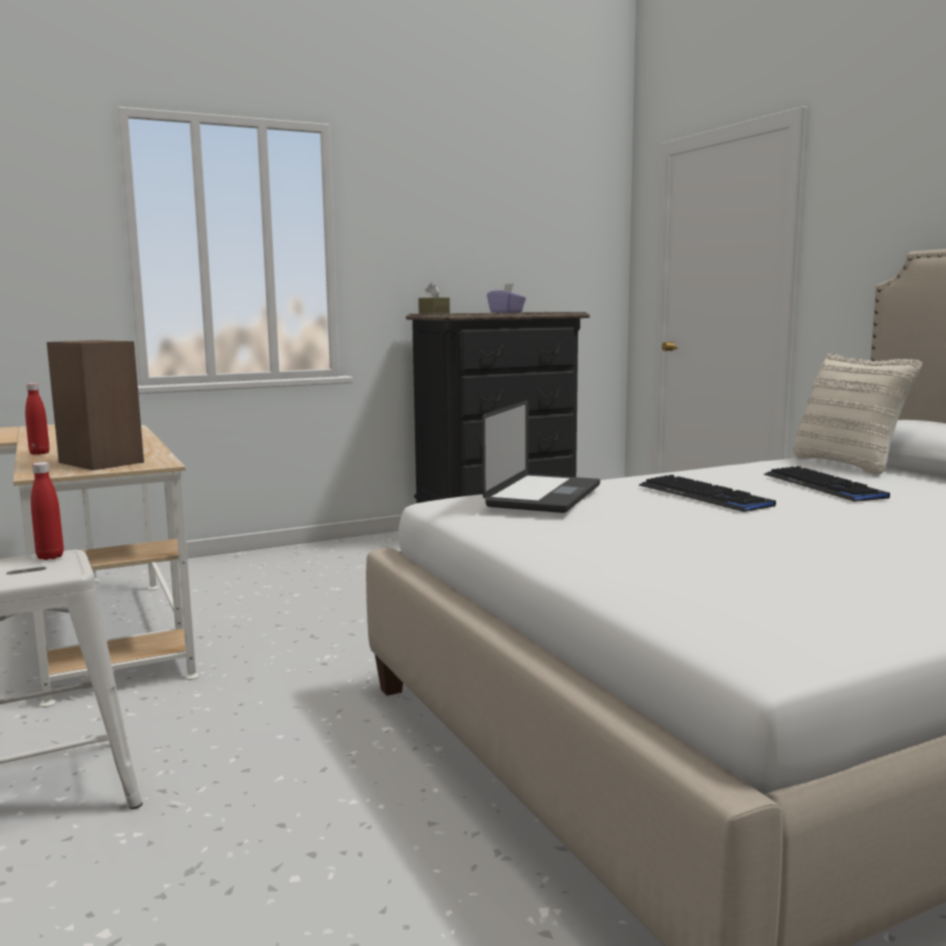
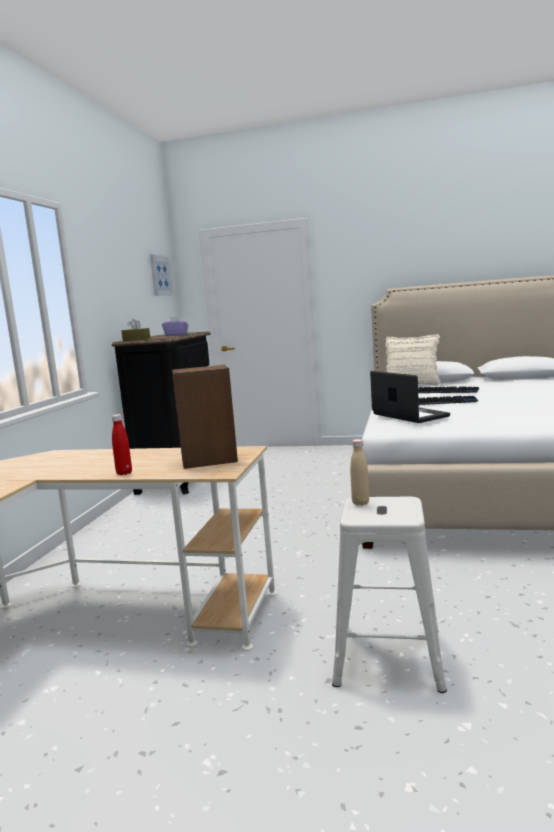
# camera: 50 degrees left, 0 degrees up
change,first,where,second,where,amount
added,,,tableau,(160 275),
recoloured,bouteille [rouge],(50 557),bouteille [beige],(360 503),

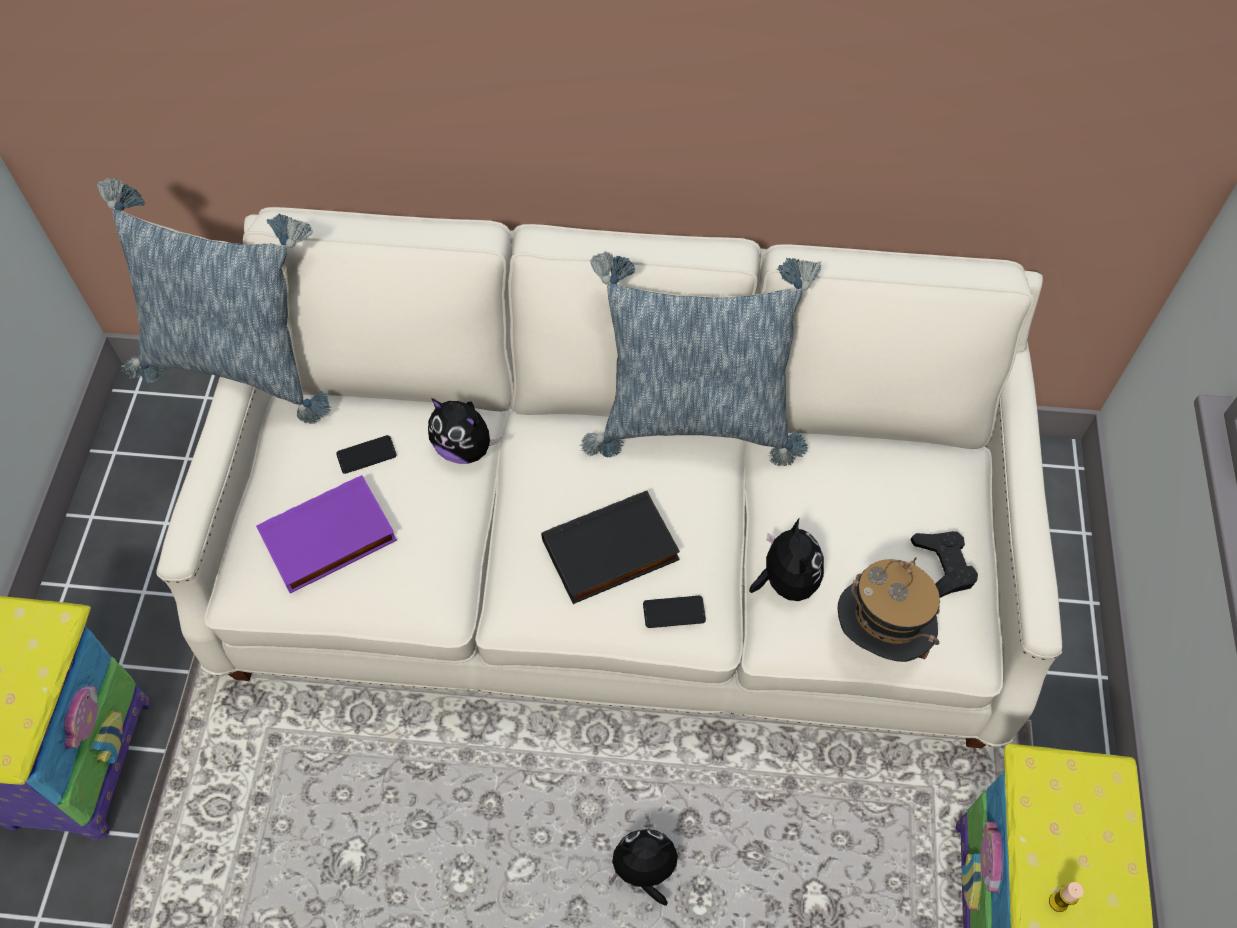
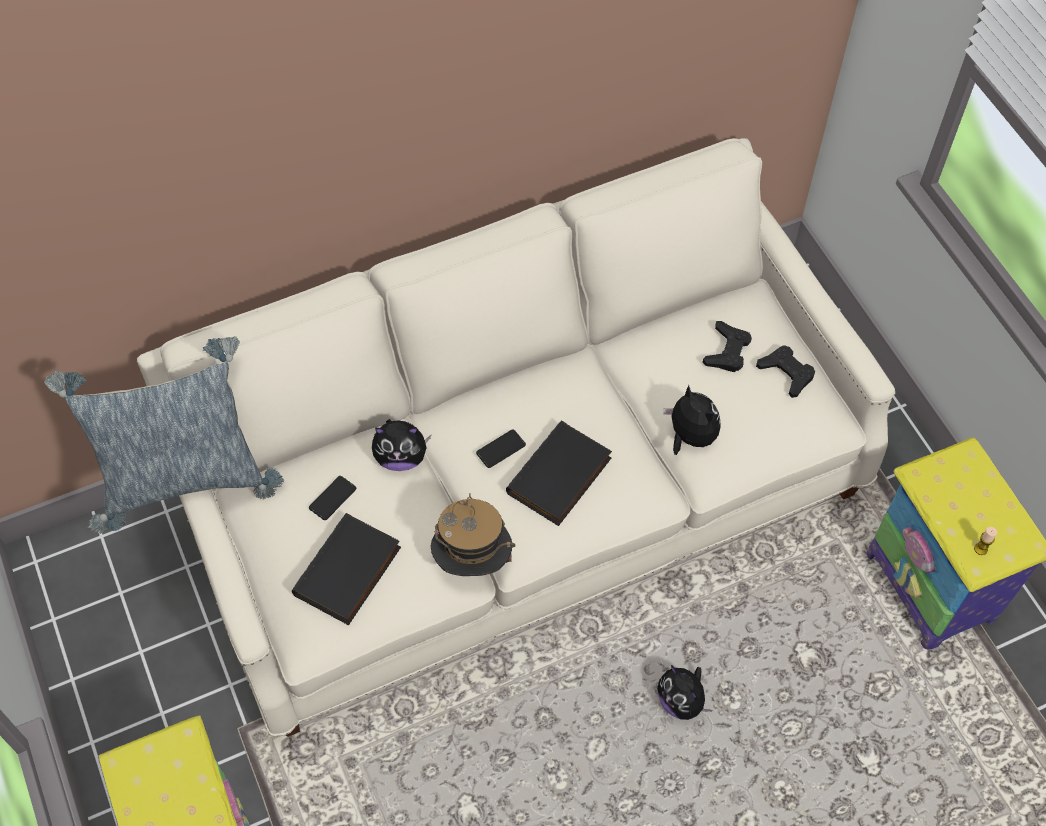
# camera: 30 degrees left, 0 degrees up
change,first,where,second,where,amount
recoloured,livre [violet],(329 540),livre [noir],(349 573),
moved,chapeau,(878 638),,(473 562),
moved,téléphone,(674 612),,(501 449),
turned,peluche,(644 871),,(681 701),90 degrees counterclockwise
added,,,manette [noir],(727 351),
removed,coussin,(693 427),,,

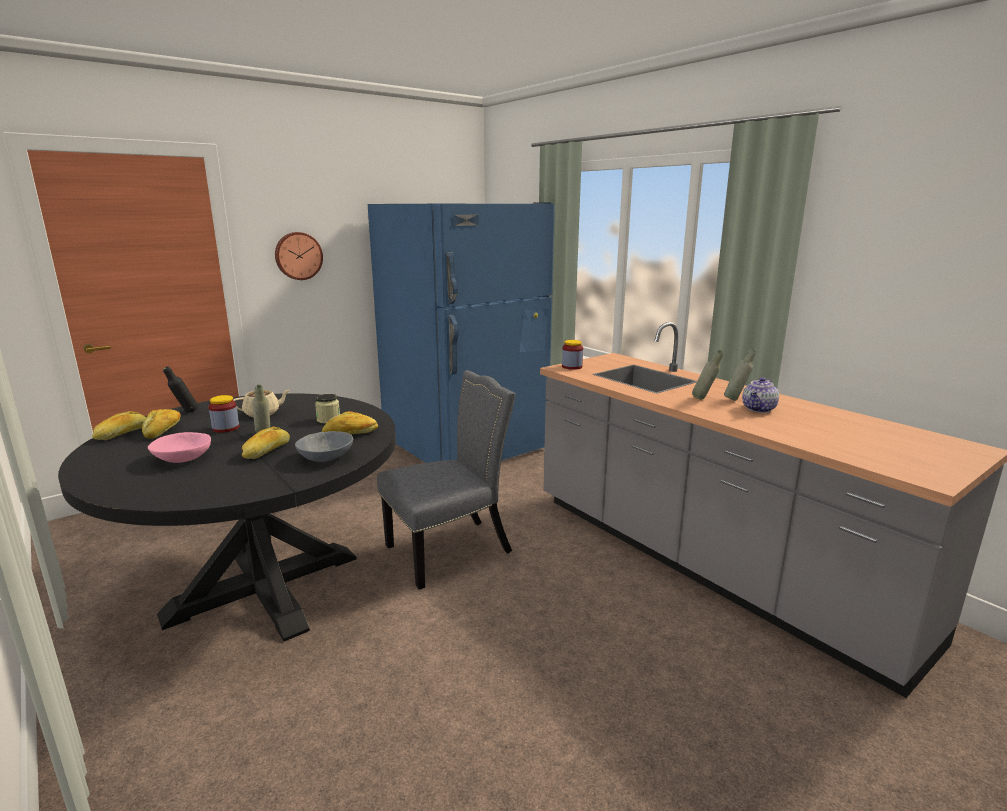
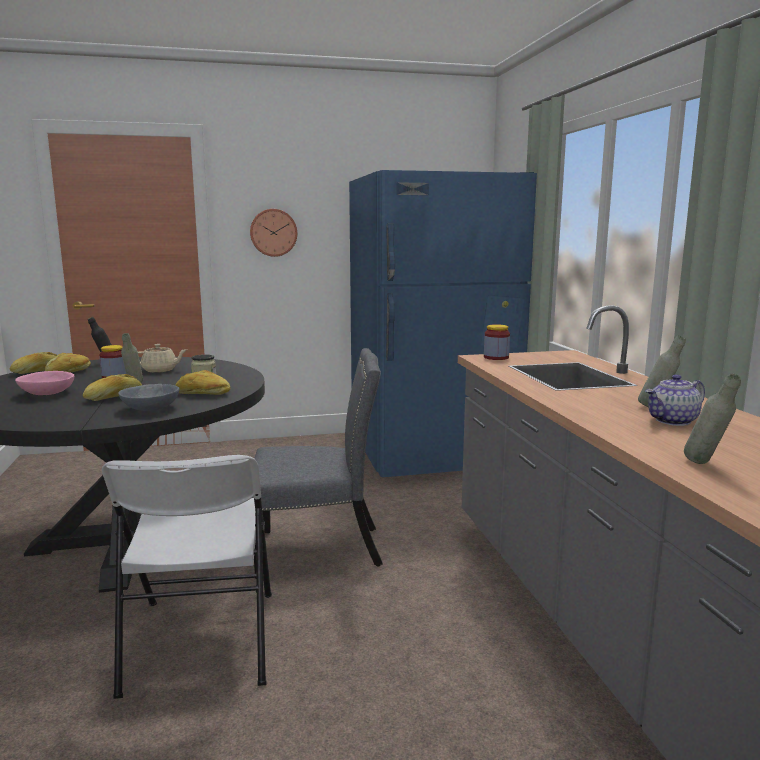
# camera: 25 degrees right, 5 degrees down
change,first,where,second,where,amount
added,,,chaise [blanc],(201 641),
moved,bouteille [gris],(704 399),,(706 465),

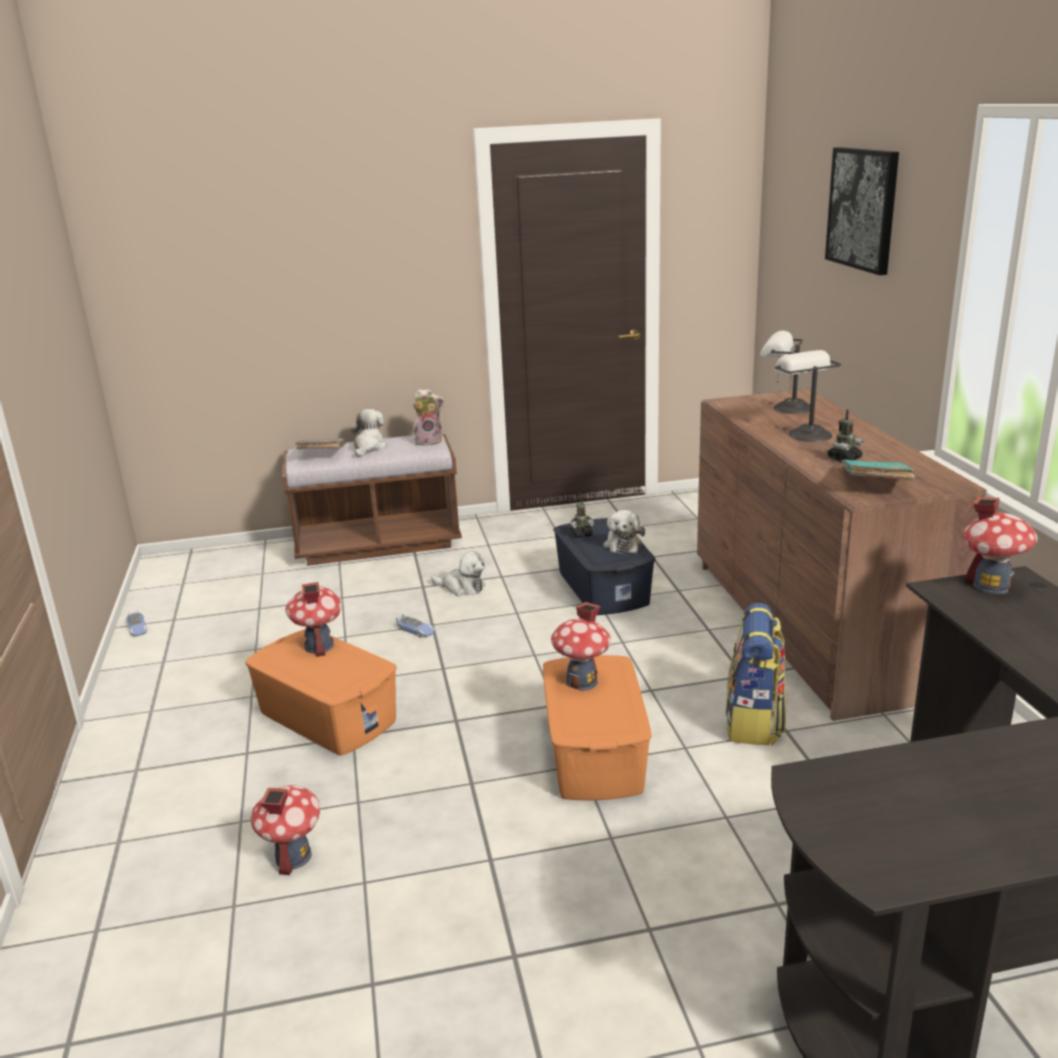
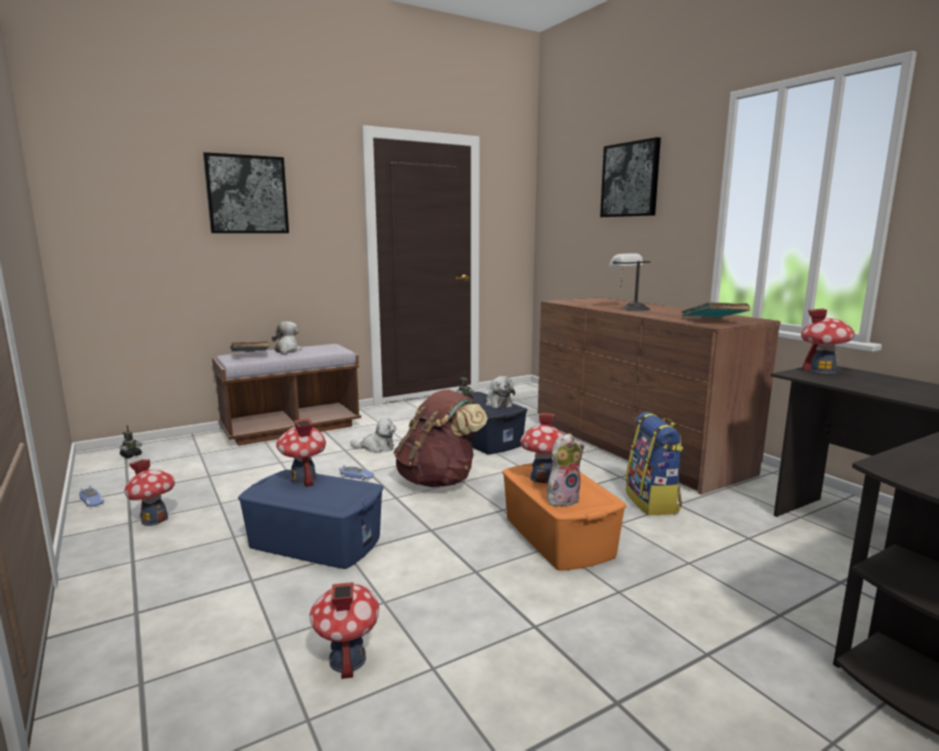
# camera: 20 degrees left, 10 degrees down
change,first,where,second,where,amount
moved,robot jouet,(844 459),,(131 455),
added,,,maison miniature,(154 519),
added,,,tableau,(247 194),
recoloured,boîte de rangement [orange],(328 716),boîte de rangement [bleu],(315 541),
added,,,sac à dos [marron],(439 480),
moved,peluche,(429 441),,(562 499),
removed,lampe de table,(784 408),,,

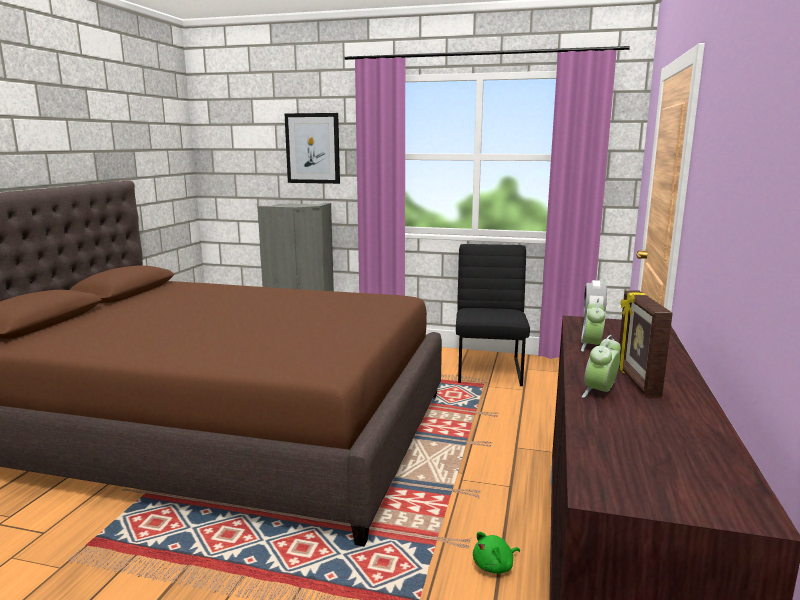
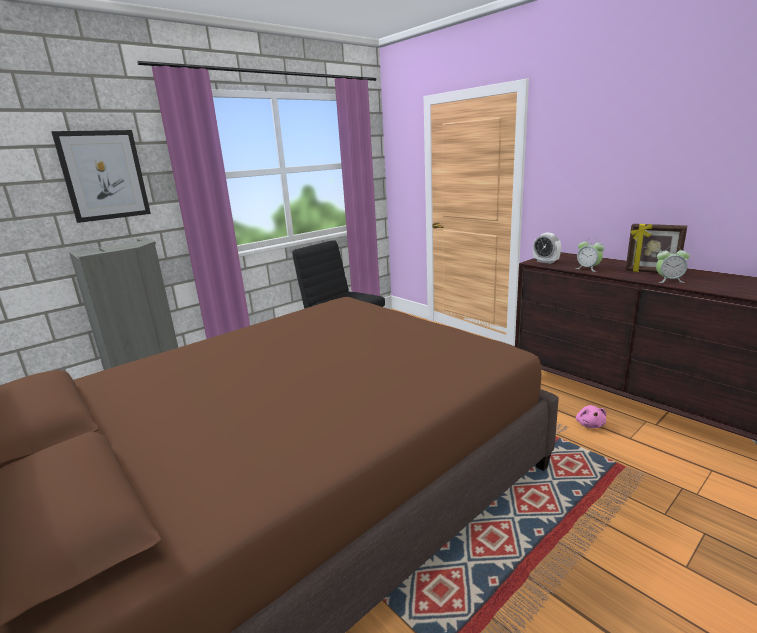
# camera: 55 degrees left, 5 degrees up
change,first,where,second,where,amount
recoloured,peluche [vert],(495 566),peluche [rose],(590 424),
turned,réveil,(600 393),,(669 280),60 degrees counterclockwise

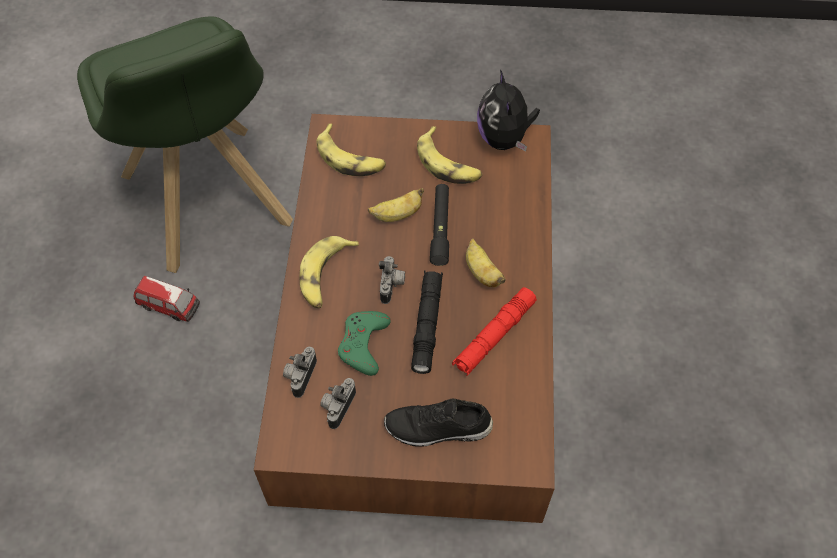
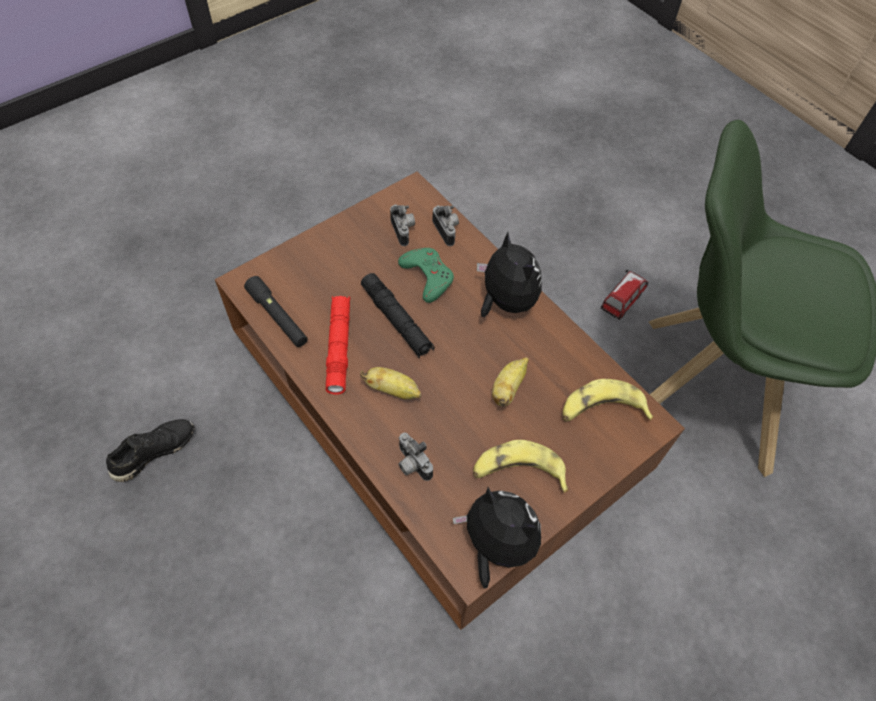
# camera: 135 degrees right, 0 degrees up
change,first,where,second,where,amount
moved,chaussure [noir],(438 429),,(153 451),
moved,lampe de poche [noir],(440 228),,(278 317),
moved,appareil photo,(392 286),,(411 464),
replaced,banane,(326 276),peluche,(505 302),
turned,petite voiture,(170 306),,(622 300),150 degrees clockwise

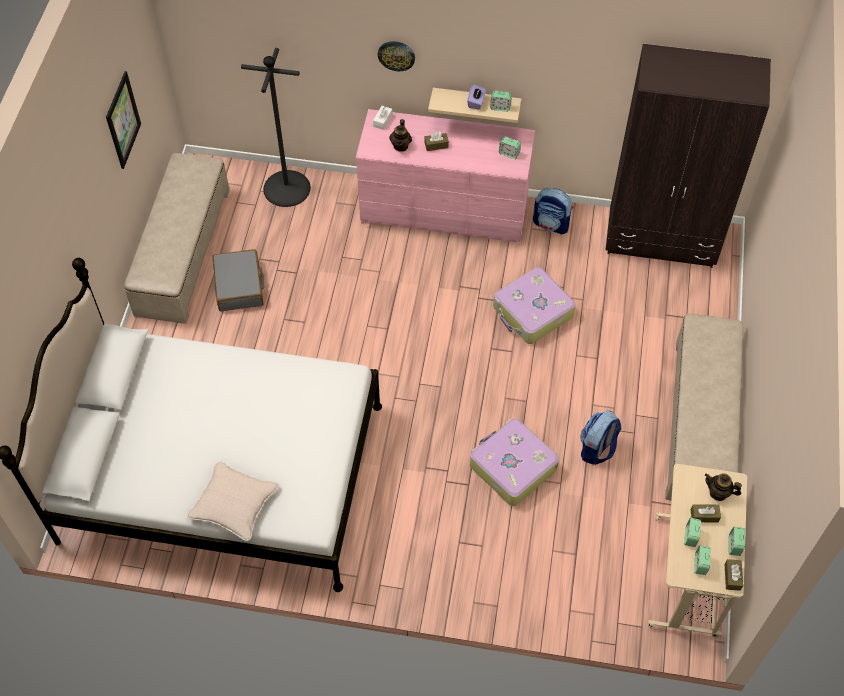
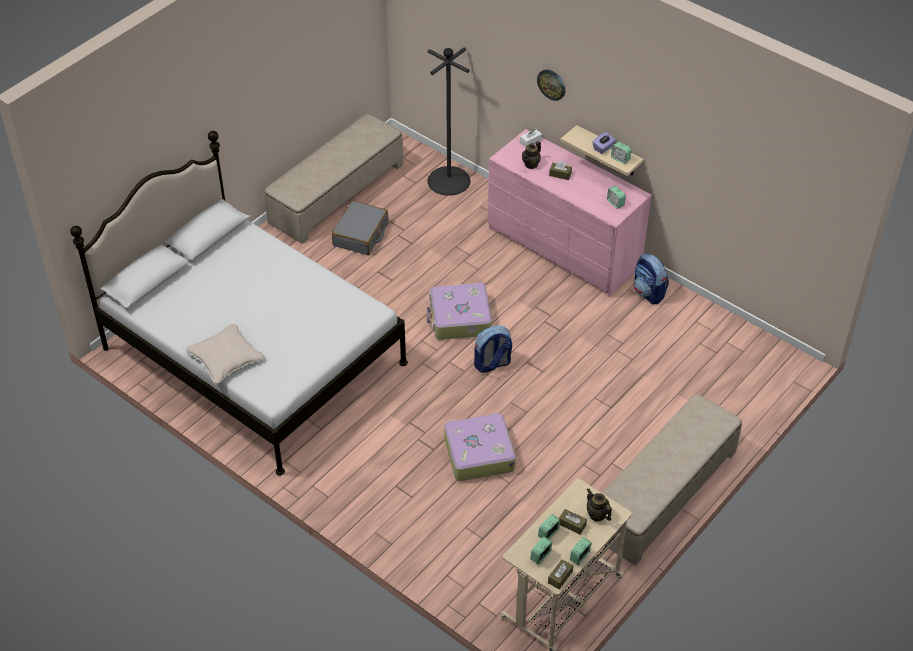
# camera: 30 degrees right, 10 degrees down
change,first,where,second,where,amount
moved,valise,(532 312),,(459 319),
moved,sac à dos,(597 449),,(492 364),
removed,tableau,(123 120),,,
removed,armoire [marron],(661 240),,,

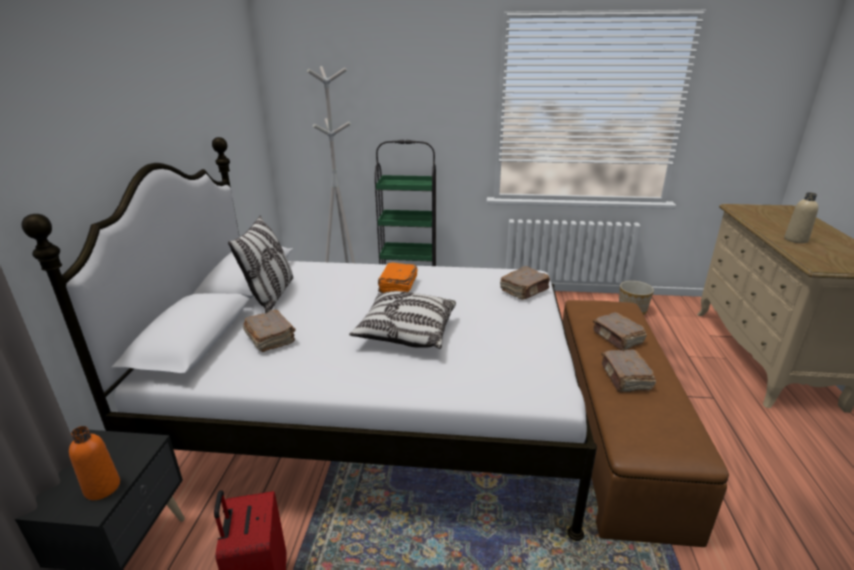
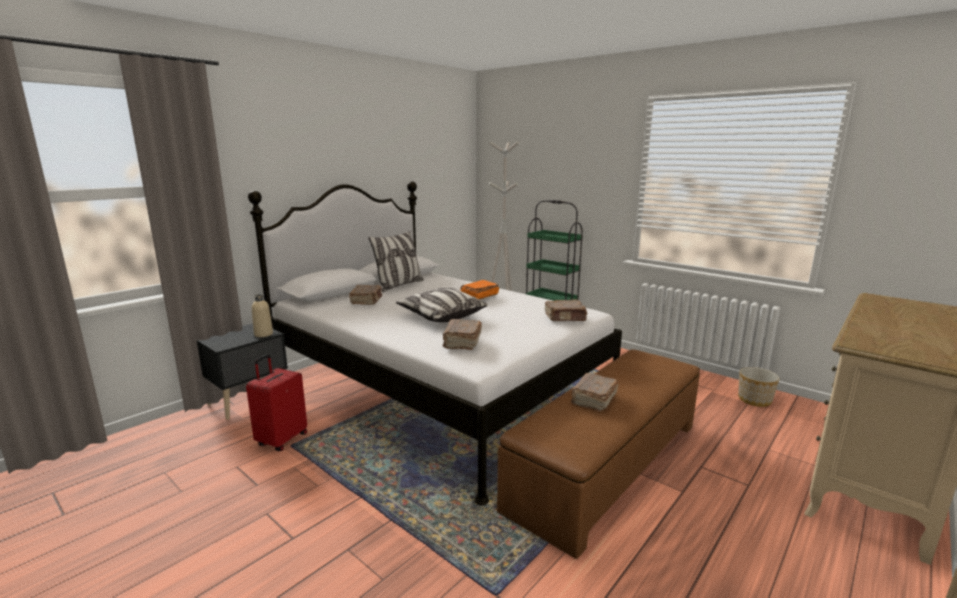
# camera: 35 degrees right, 10 degrees down
change,first,where,second,where,amount
moved,bouteille [beige],(796 240),,(263 334),
moved,livre [marron],(617 338),,(462 342),
removed,bouteille [orange],(102 488),,,

